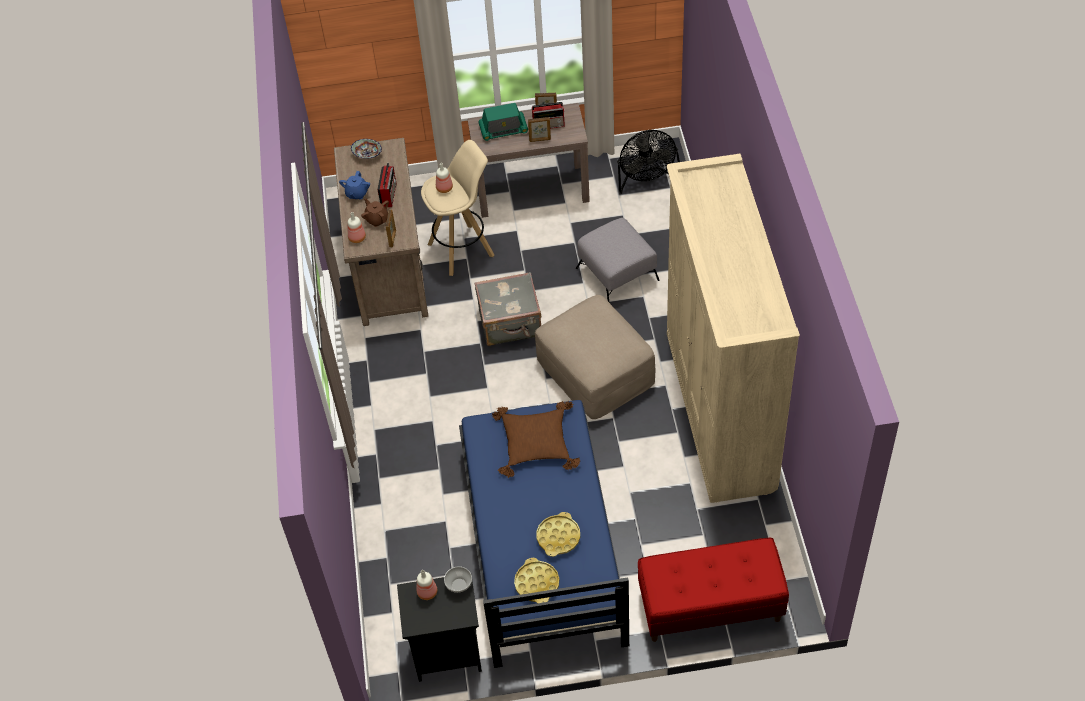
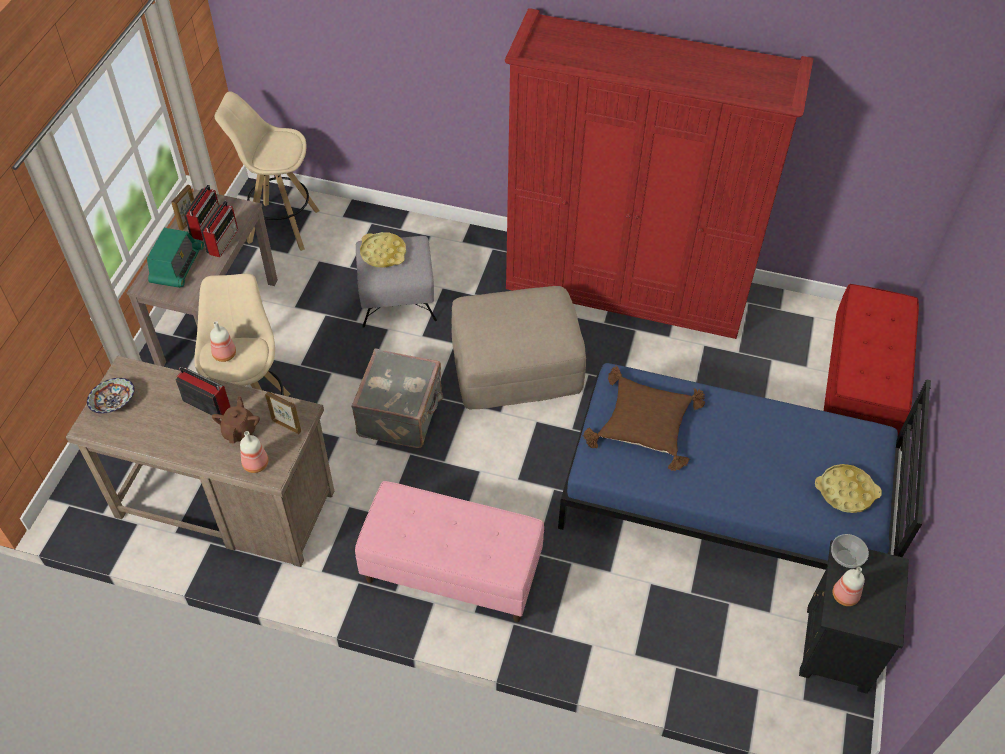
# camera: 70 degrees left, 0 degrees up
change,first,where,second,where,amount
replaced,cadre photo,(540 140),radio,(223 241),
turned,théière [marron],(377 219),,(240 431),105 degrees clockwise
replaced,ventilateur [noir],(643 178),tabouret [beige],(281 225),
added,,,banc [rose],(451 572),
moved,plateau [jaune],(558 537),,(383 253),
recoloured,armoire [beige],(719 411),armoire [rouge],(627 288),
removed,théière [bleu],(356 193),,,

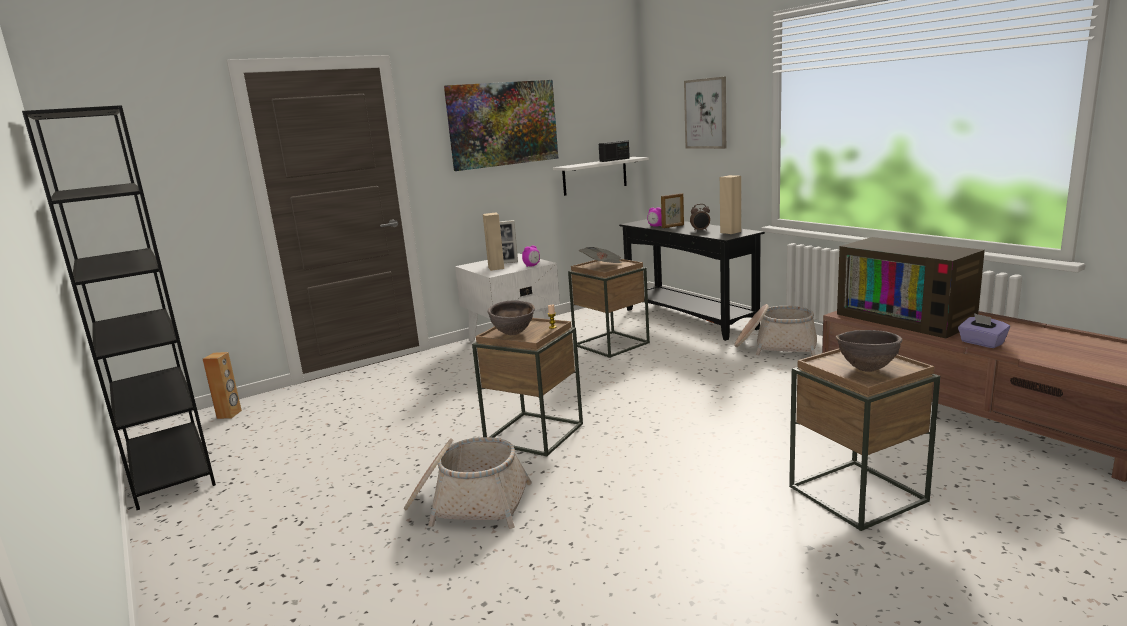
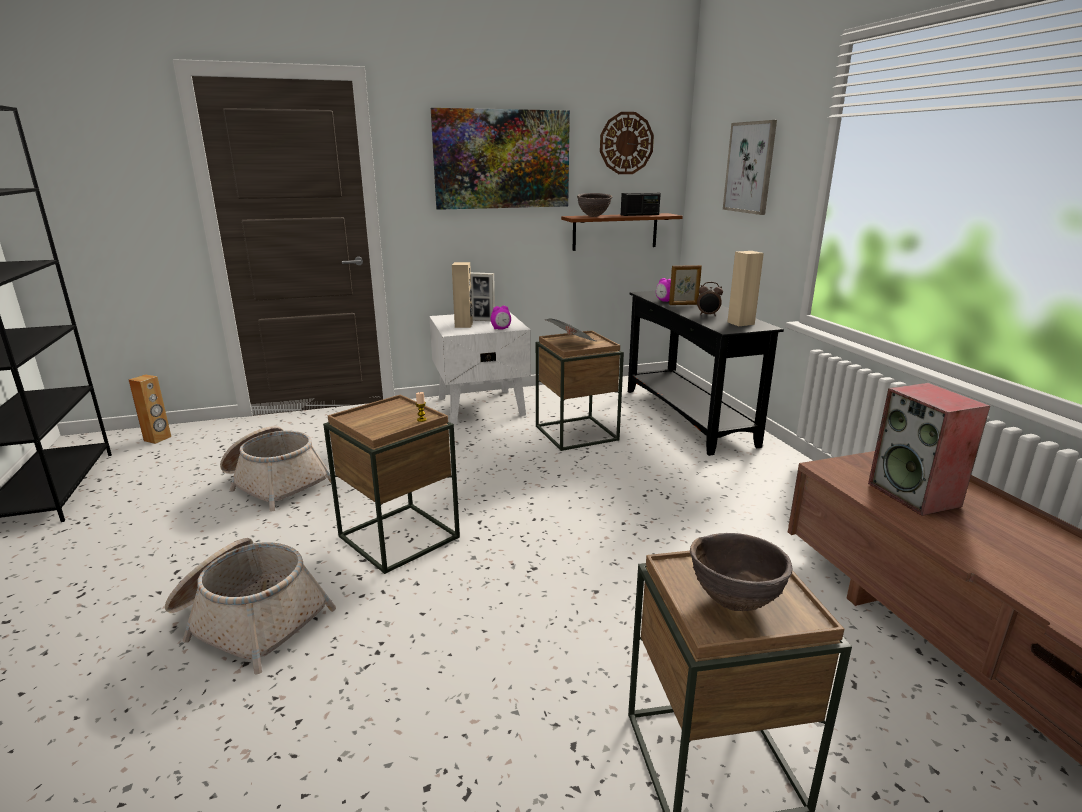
# camera: 15 degrees right, 5 degrees up
change,first,where,second,where,amount
moved,panier,(775 347),,(275 483),
recoloured,étagère [blanc],(595 176),étagère [marron],(615 231),
moved,bol [marron],(513 334),,(593 216),
added,,,horloge murale,(626 143),
replaced,téléviseur,(907 318),enceinte,(915 495),
removed,boîte à mouchoirs [violet],(981 343),,,

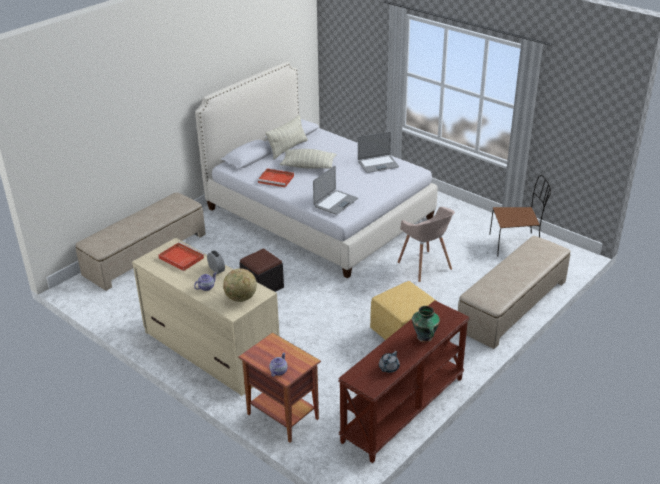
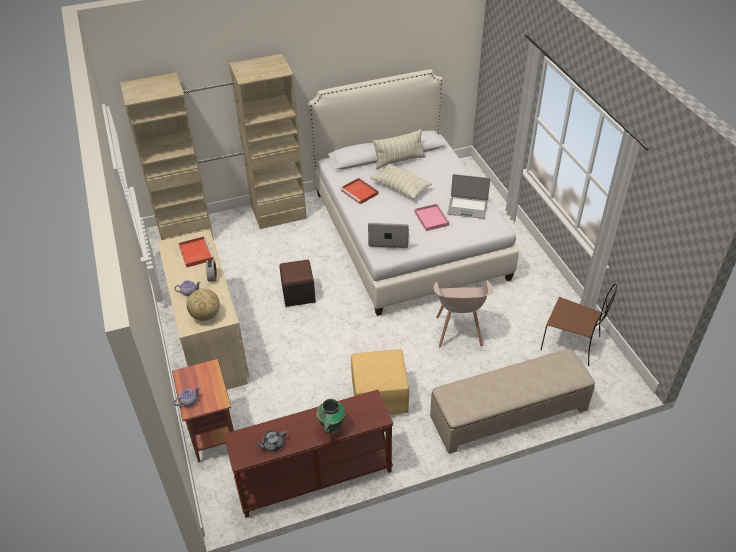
# camera: 30 degrees right, 10 degrees up
change,first,where,second,where,amount
replaced,banc [beige],(145 253),armoire [beige],(233 222),
turned,ordinateur portable,(335 203),,(389 239),150 degrees counterclockwise
added,,,plateau [rose],(431 218),

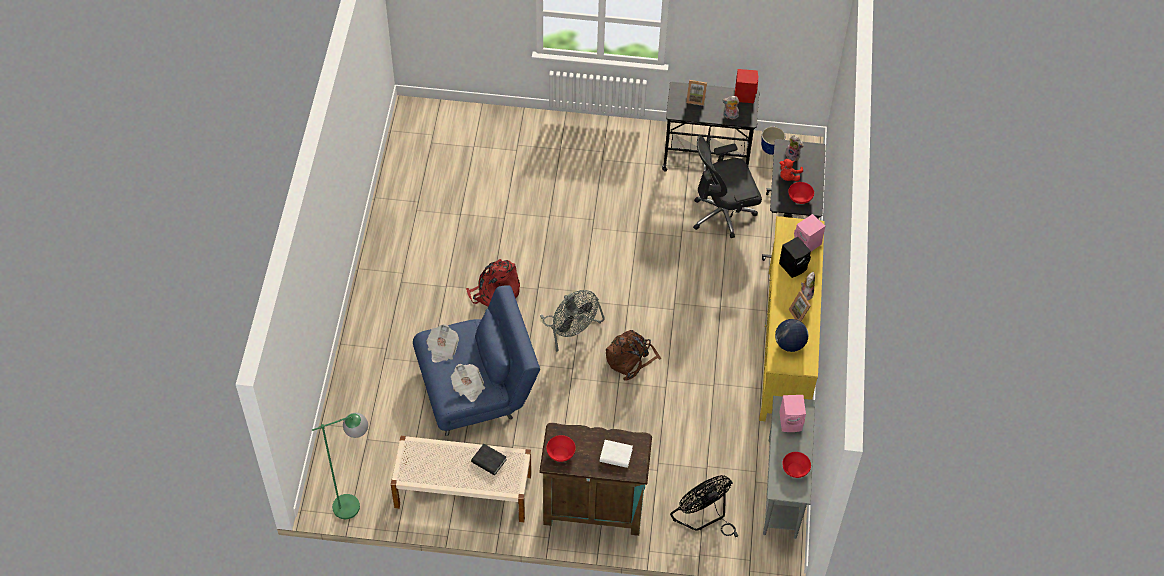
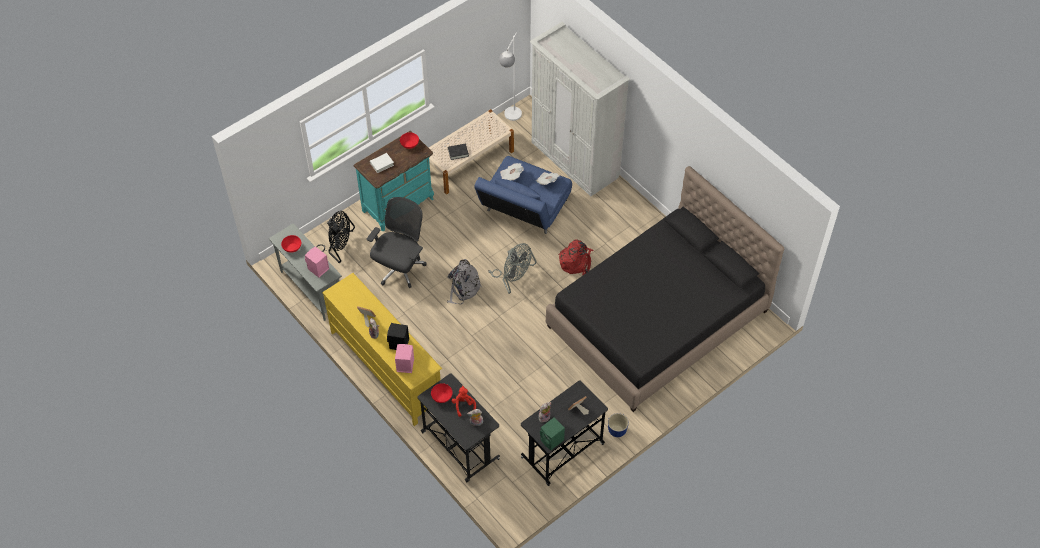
# camera: 135 degrees right, 0 degrees up
change,first,where,second,where,amount
moved,chaise de bureau,(723 214),,(401 269),
recoloured,sac à dos [marron],(630 359),sac à dos [gris],(463 288),
turned,ventilateur [gris],(569 330),,(513 276),150 degrees counterclockwise
recoloured,lampadaire [vert],(355 503),lampadaire [blanc],(511 118),
added,,,armoire [blanc],(575 160),
recoloured,enceinte [rouge],(744 95),enceinte [vert],(552 440),
added,,,lit [noir],(658 319),
moved,cache-pot,(771 149),,(616 431),
removed,globe,(789 344),,,

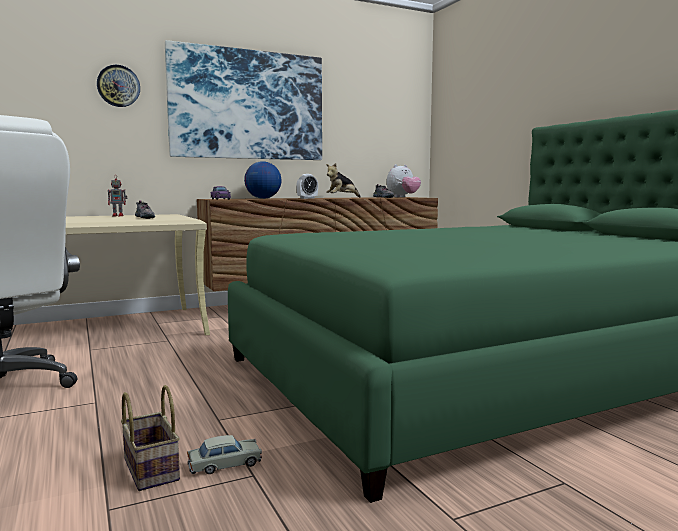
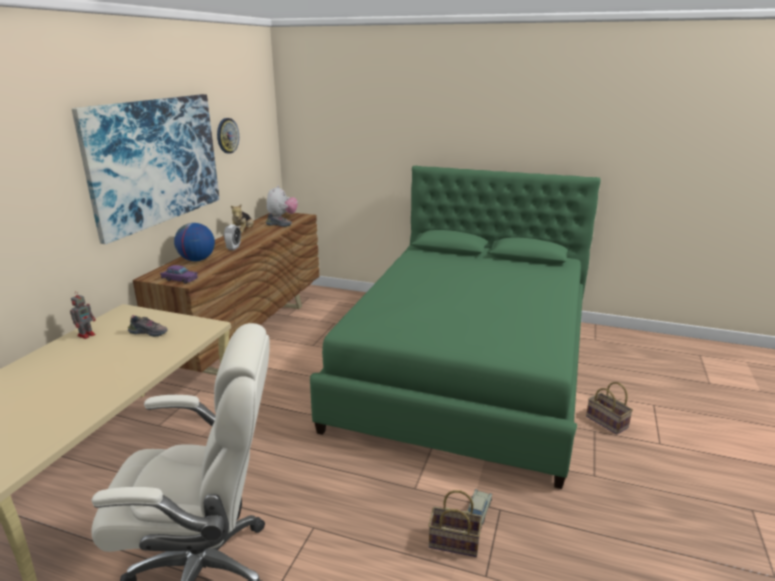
# camera: 45 degrees left, 15 degrees up
change,first,where,second,where,amount
moved,horloge murale,(118 86),,(227 135),
added,,,panier,(608 422),

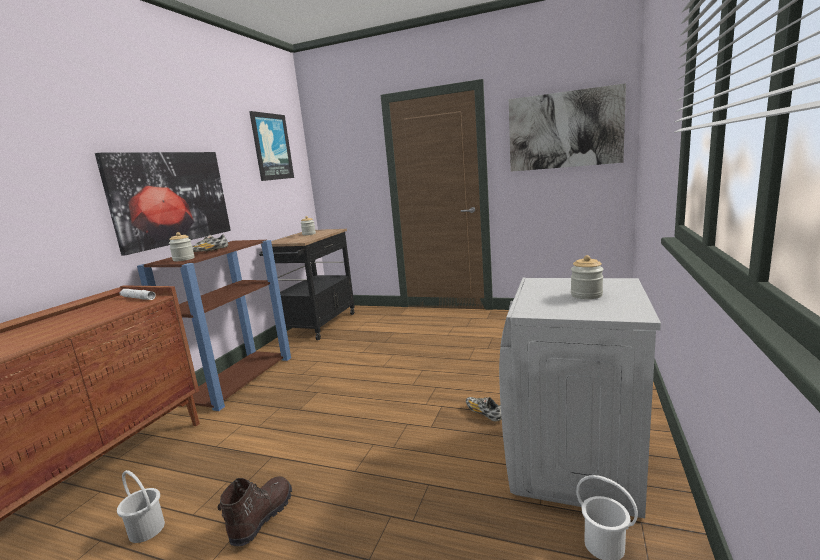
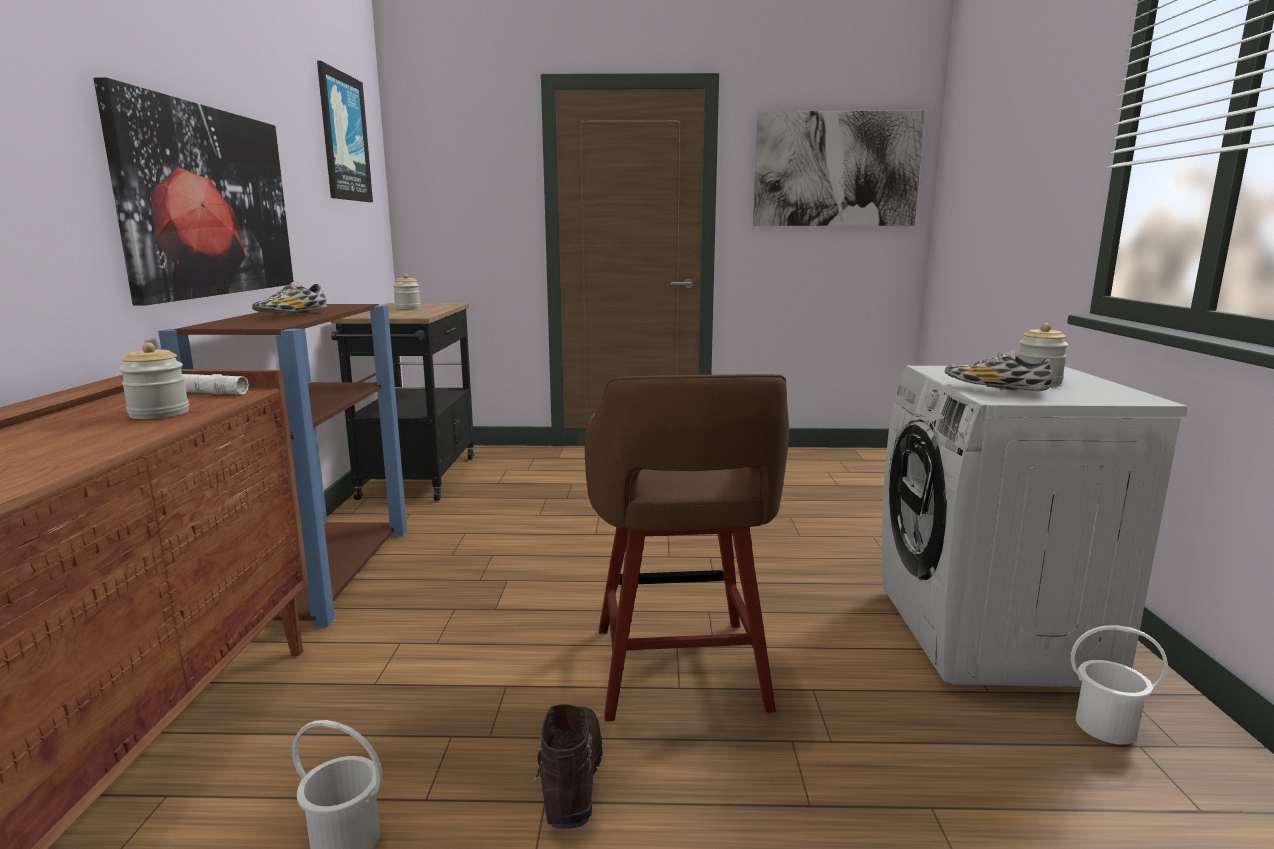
# camera: 20 degrees left, 0 degrees up
change,first,where,second,where,amount
moved,bocal,(184 259),,(159 413),
added,,,tabouret [marron],(679 671),
moved,chaussure,(483 413),,(994 389),

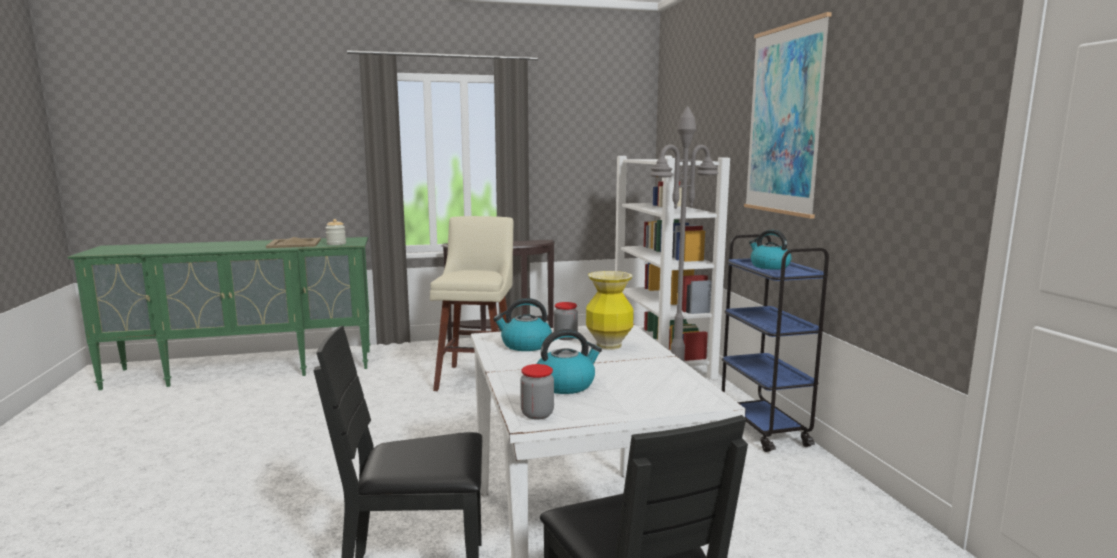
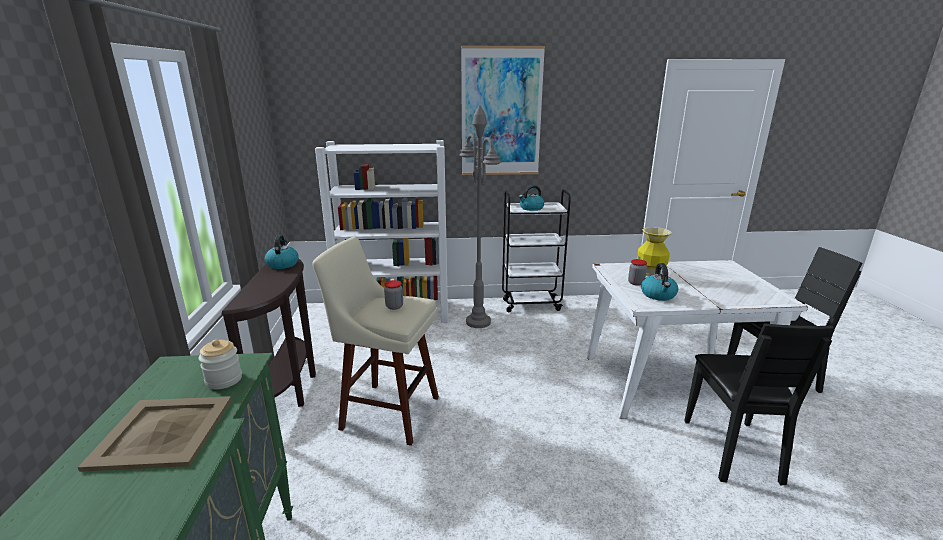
# camera: 80 degrees left, 10 degrees up
change,first,where,second,where,amount
moved,bouilloire,(566 385),,(282 264),
moved,bocal,(537 414),,(394 306),
recoloured,chariot [bleu],(765 430),chariot [blanc],(531 305),

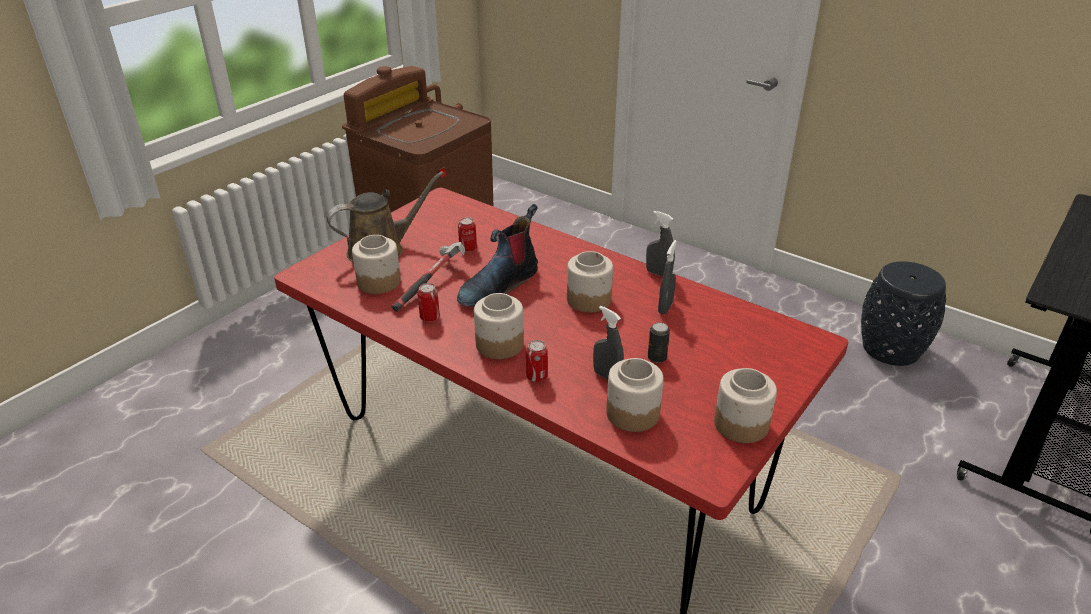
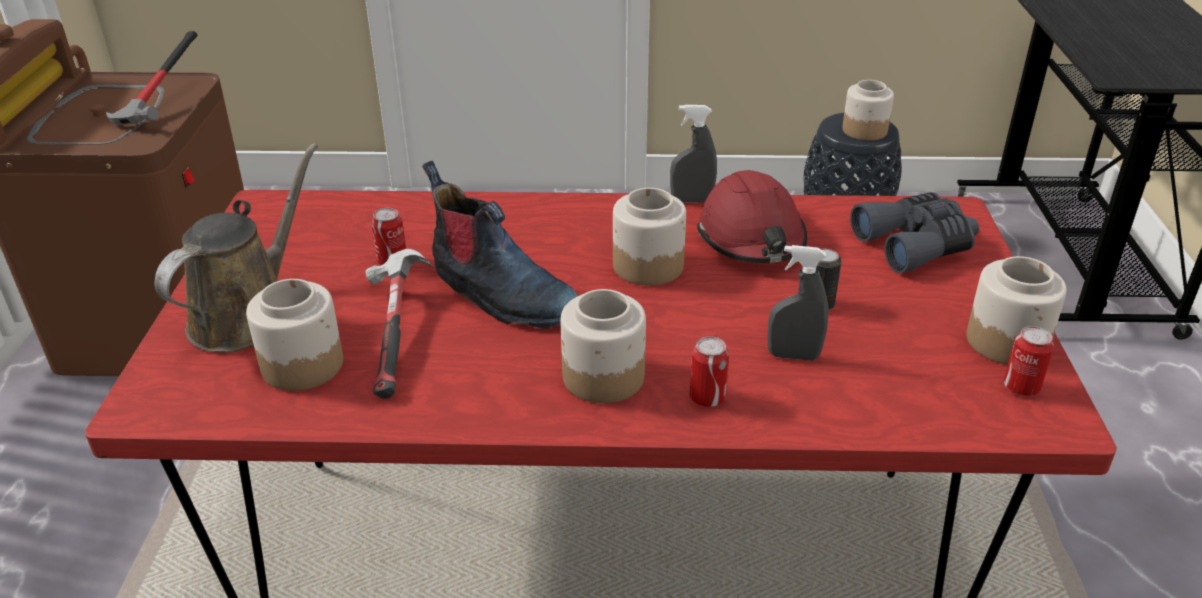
# camera: 35 degrees left, 0 degrees up
change,first,where,second,where,amount
added,,,marteau,(164 108),
turned,botte,(498 285),,(501 295),60 degrees counterclockwise
replaced,vaporisateur [gris],(665 307),casque de chantier [rouge],(751 238),
moved,bocal,(632 413),,(864 130),
added,,,jumelles [gris],(916 244),
moved,boîte métallique,(429 317),,(1021 387),

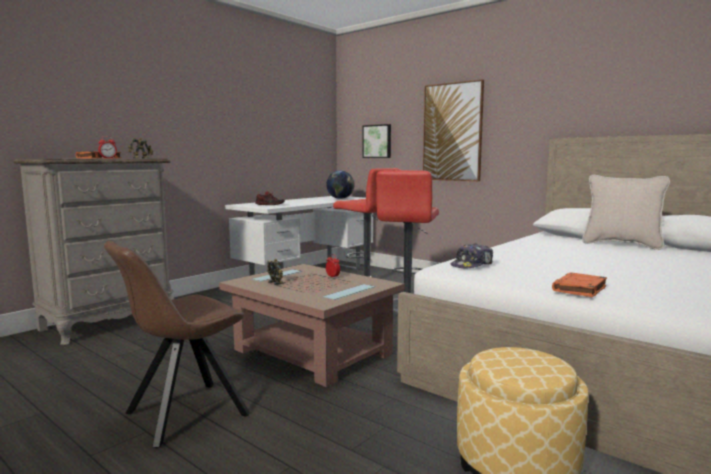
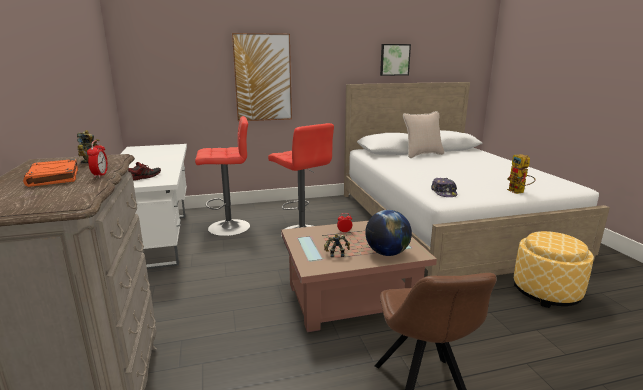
# camera: 55 degrees left, 10 degrees up
change,first,where,second,where,amount
moved,globe,(340 198),,(387 253),
moved,tableau,(377 141),,(394 59),
replaced,livre [orange],(579 289),robot jouet,(519 192),

